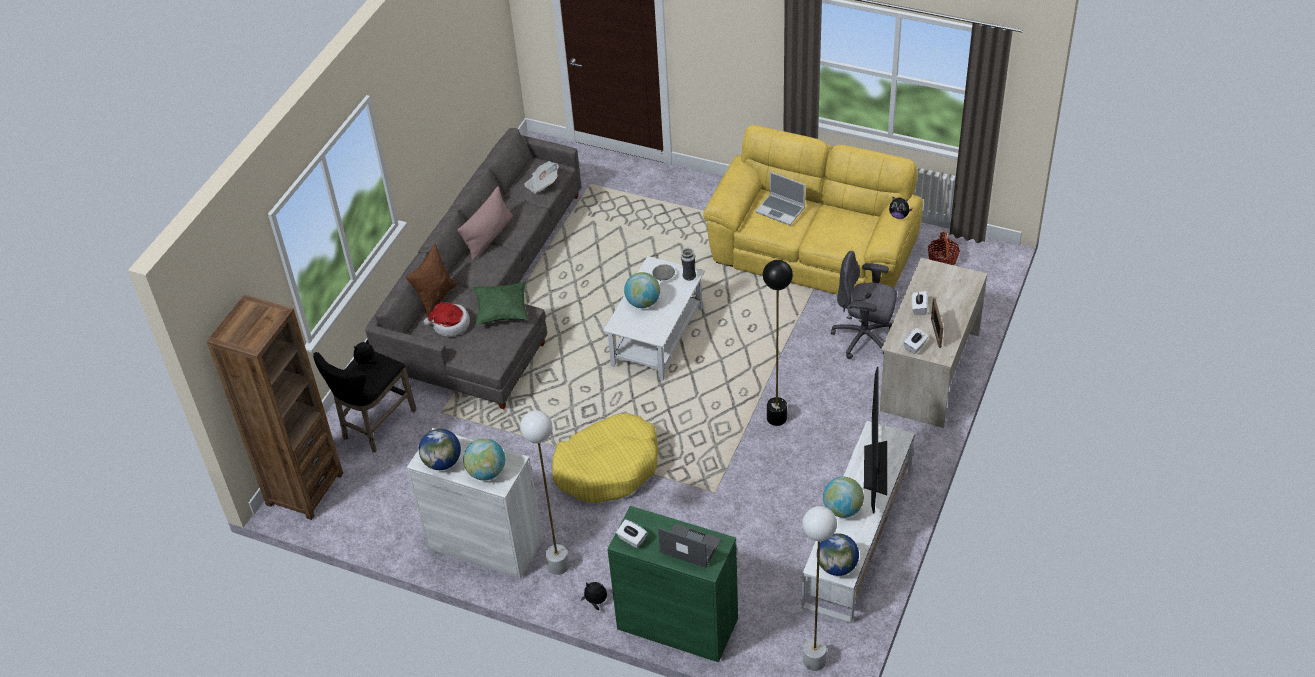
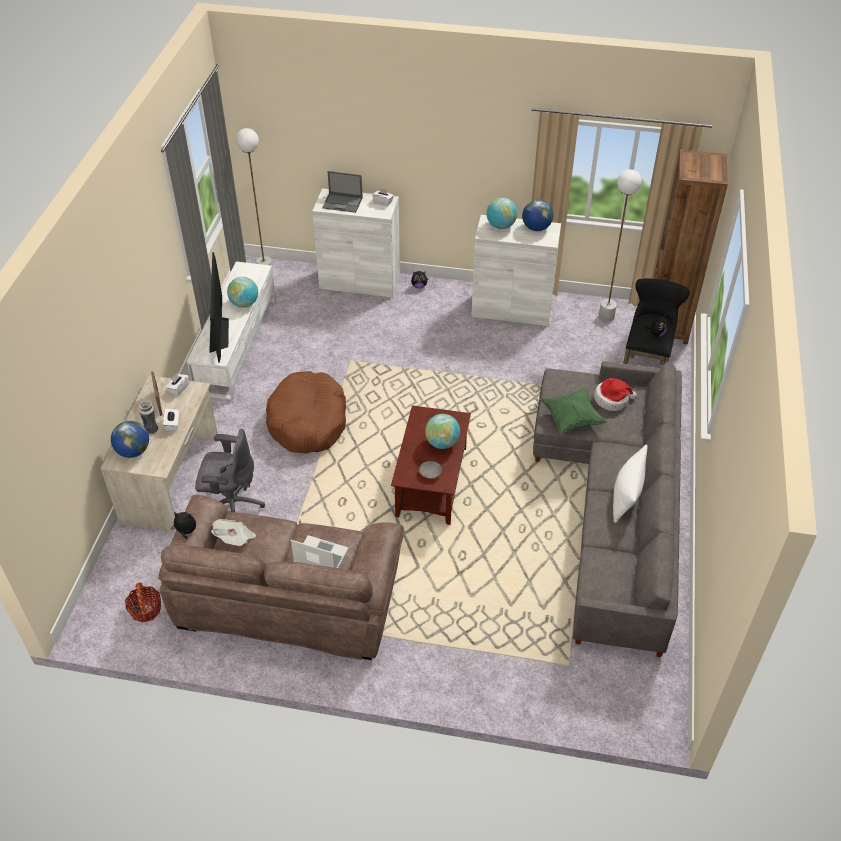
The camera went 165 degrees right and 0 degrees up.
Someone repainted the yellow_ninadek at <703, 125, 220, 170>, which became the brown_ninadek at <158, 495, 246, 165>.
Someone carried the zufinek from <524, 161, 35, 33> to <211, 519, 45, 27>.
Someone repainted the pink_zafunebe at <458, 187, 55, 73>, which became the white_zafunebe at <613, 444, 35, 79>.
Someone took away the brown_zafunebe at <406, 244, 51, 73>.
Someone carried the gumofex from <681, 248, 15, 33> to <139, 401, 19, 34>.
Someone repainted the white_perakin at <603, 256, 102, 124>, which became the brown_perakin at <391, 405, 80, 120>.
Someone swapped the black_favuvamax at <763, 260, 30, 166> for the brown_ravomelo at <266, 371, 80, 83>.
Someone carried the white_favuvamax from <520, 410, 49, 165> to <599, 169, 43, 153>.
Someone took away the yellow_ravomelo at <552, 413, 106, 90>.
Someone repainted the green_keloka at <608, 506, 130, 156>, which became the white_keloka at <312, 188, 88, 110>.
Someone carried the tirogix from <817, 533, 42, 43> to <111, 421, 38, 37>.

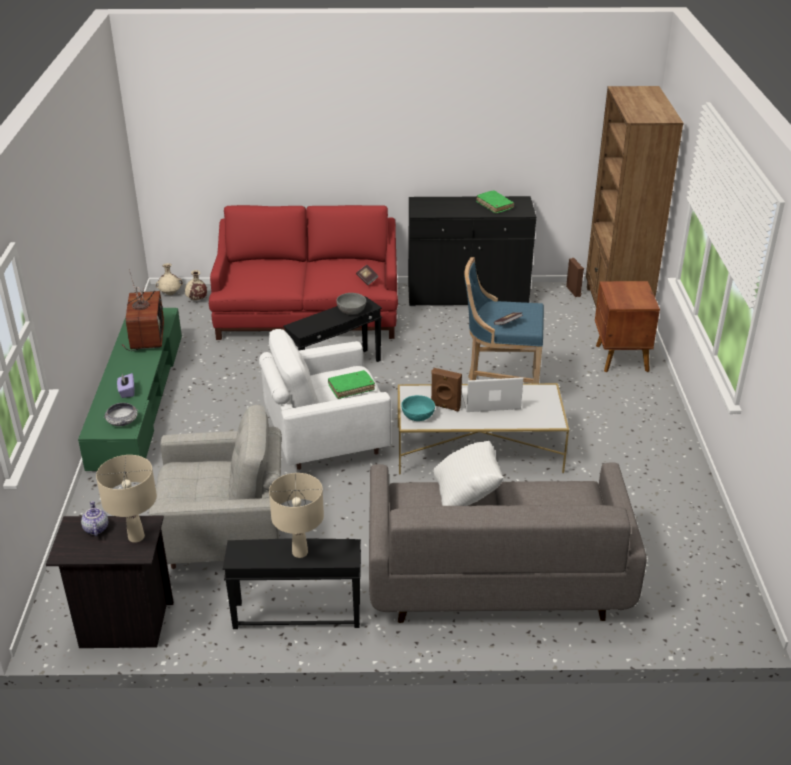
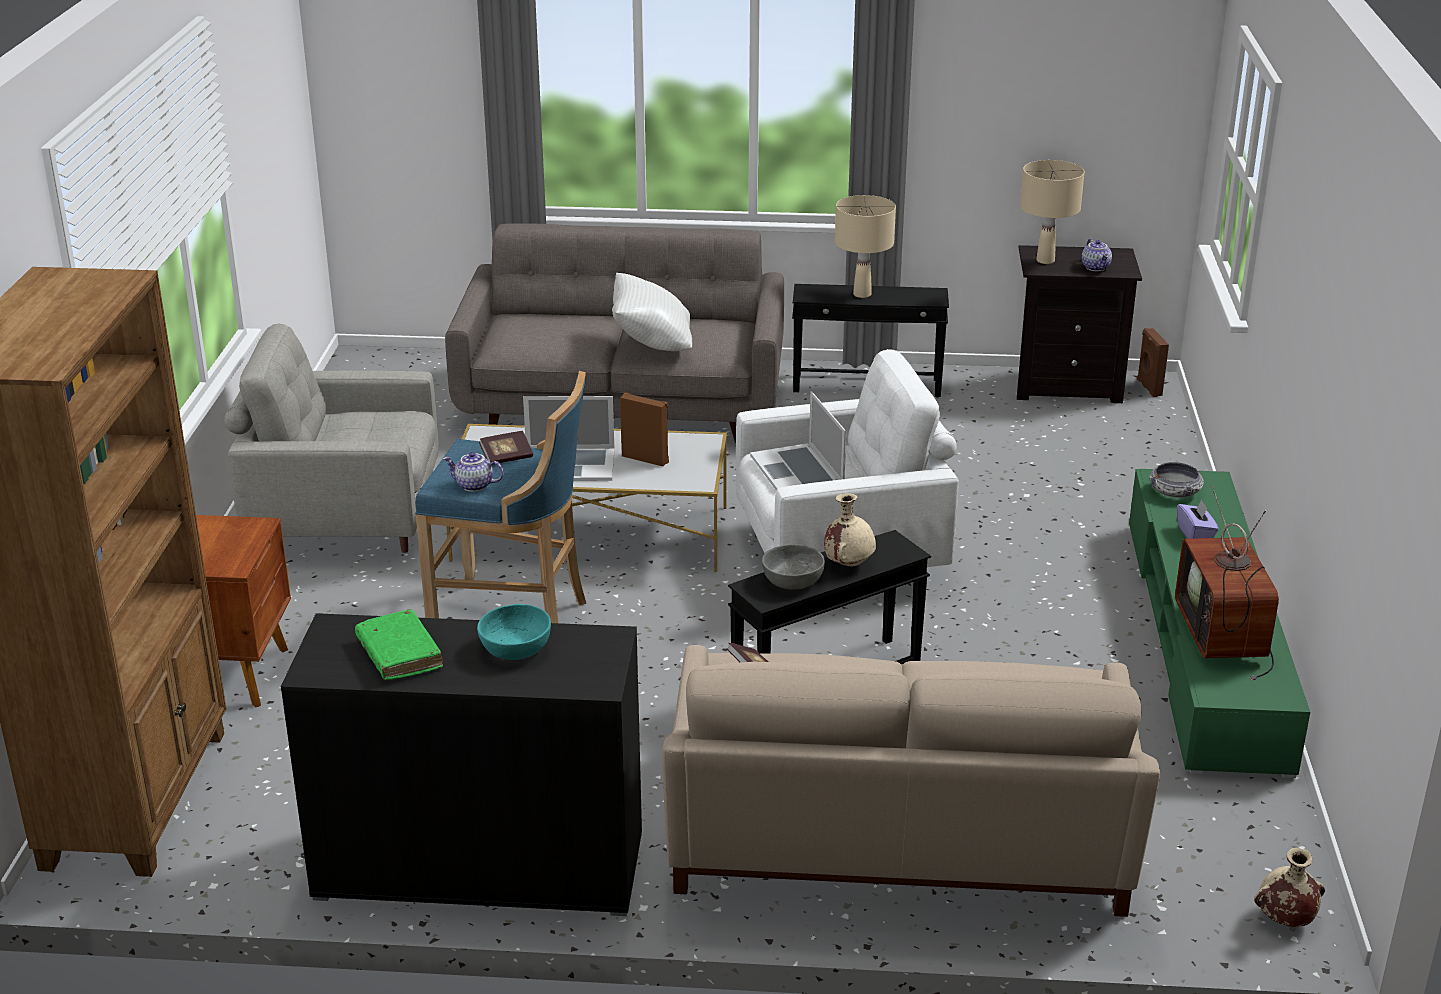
The camera went 175 degrees left and 5 degrees down.
Someone repainted the red_ninadek at <209, 205, 189, 135>, which became the beige_ninadek at <662, 645, 498, 272>.
Someone carried the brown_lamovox from <566, 258, 18, 39> to <1137, 328, 32, 69>.
Someone carried the beige_gumofex from <185, 270, 22, 30> to <824, 493, 52, 74>.
Someone swapped the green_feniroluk at <328, 370, 47, 29> for the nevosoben at <750, 391, 96, 99>.
Someone carried the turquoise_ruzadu from <401, 395, 34, 26> to <477, 604, 74, 56>.
Someone carried the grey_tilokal from <149, 405, 133, 164> to <224, 324, 215, 229>.
Someone put down the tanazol at <443, 452, 61, 40>.

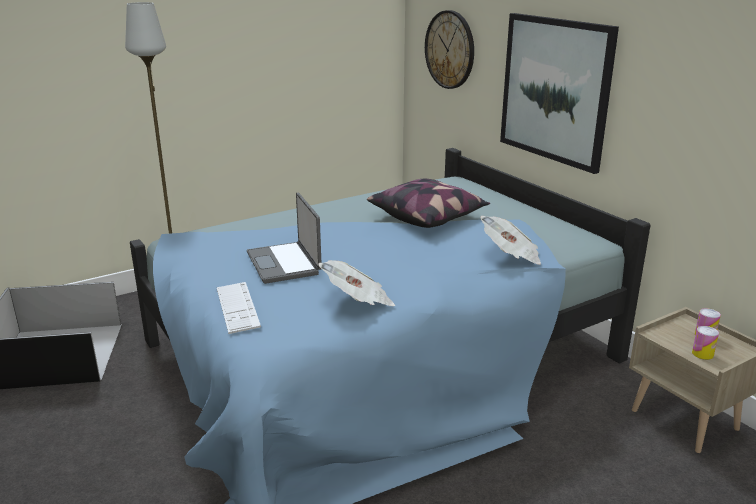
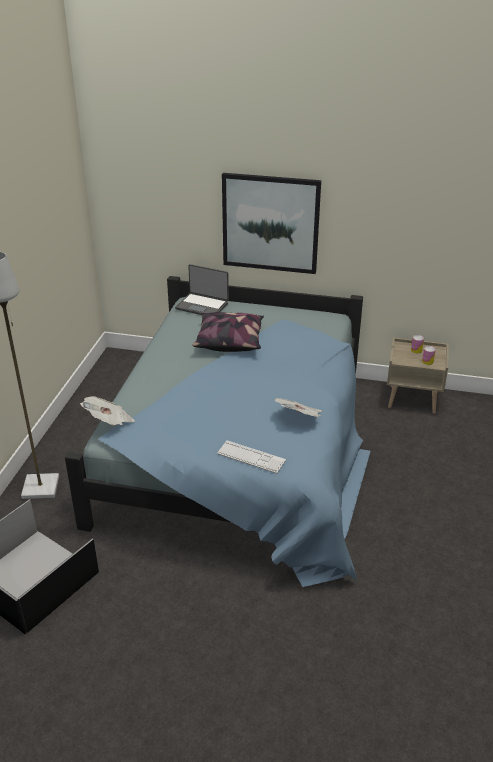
The camera went 45 degrees left and 10 degrees up.
Someone took away the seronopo at <425, 10, 49, 79>.
Someone carried the nevosoben from <247, 193, 74, 91> to <175, 264, 54, 51>.
Someone carried the zufinek from <480, 216, 61, 49> to <80, 396, 55, 29>.

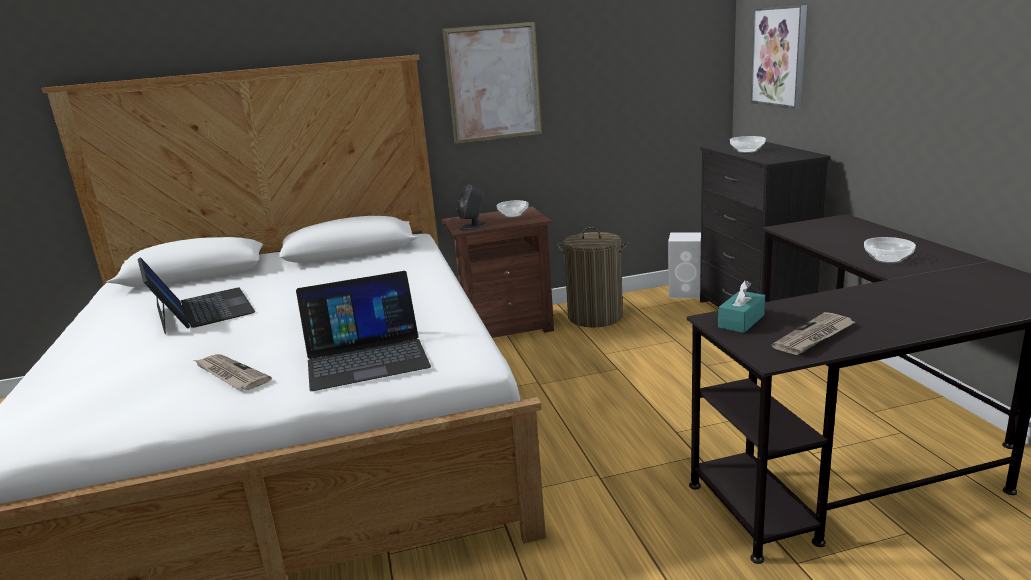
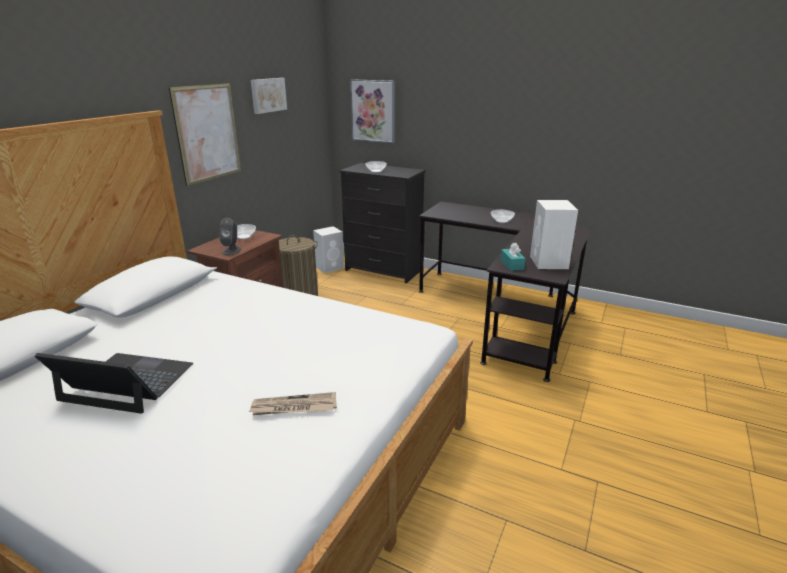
The camera went 50 degrees left and 5 degrees up.
Someone took away the nevosoben at <296, 271, 135, 120>.
Someone swapped the zufinek at <772, 312, 83, 43> for the white_lamovox at <530, 200, 48, 69>.
Someone put up the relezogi at <251, 78, 36, 36>.

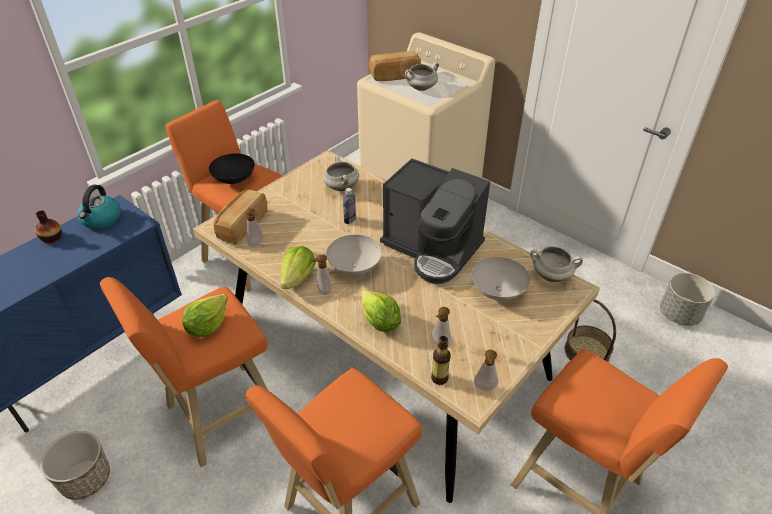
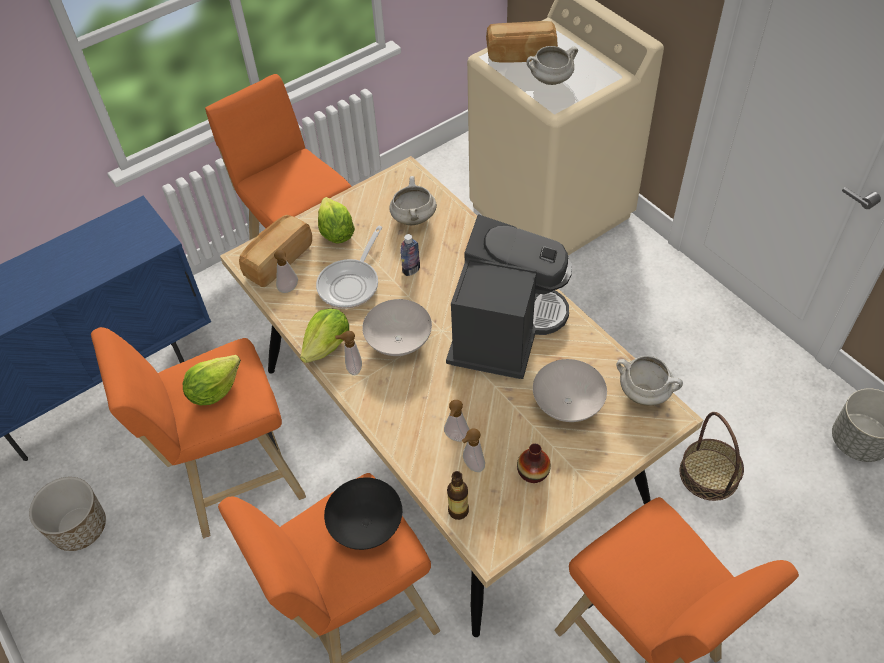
The camera went 15 degrees right and 10 degrees up.
Someone carried the black_ruzadu from <209, 154, 46, 30> to <324, 477, 78, 73>.
Someone rotated the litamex at <380, 158, 110, 126> by 120 degrees counterclockwise.
Someone took away the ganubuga at <77, 185, 44, 44>.
Someone carried the gumofex from <35, 210, 27, 33> to <517, 443, 34, 40>.
Someone carried the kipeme from <361, 289, 40, 43> to <318, 197, 37, 47>.
Someone carried the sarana from <474, 350, 25, 41> to <444, 400, 26, 42>.
Someone put down the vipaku at <316, 226, 67, 83>.

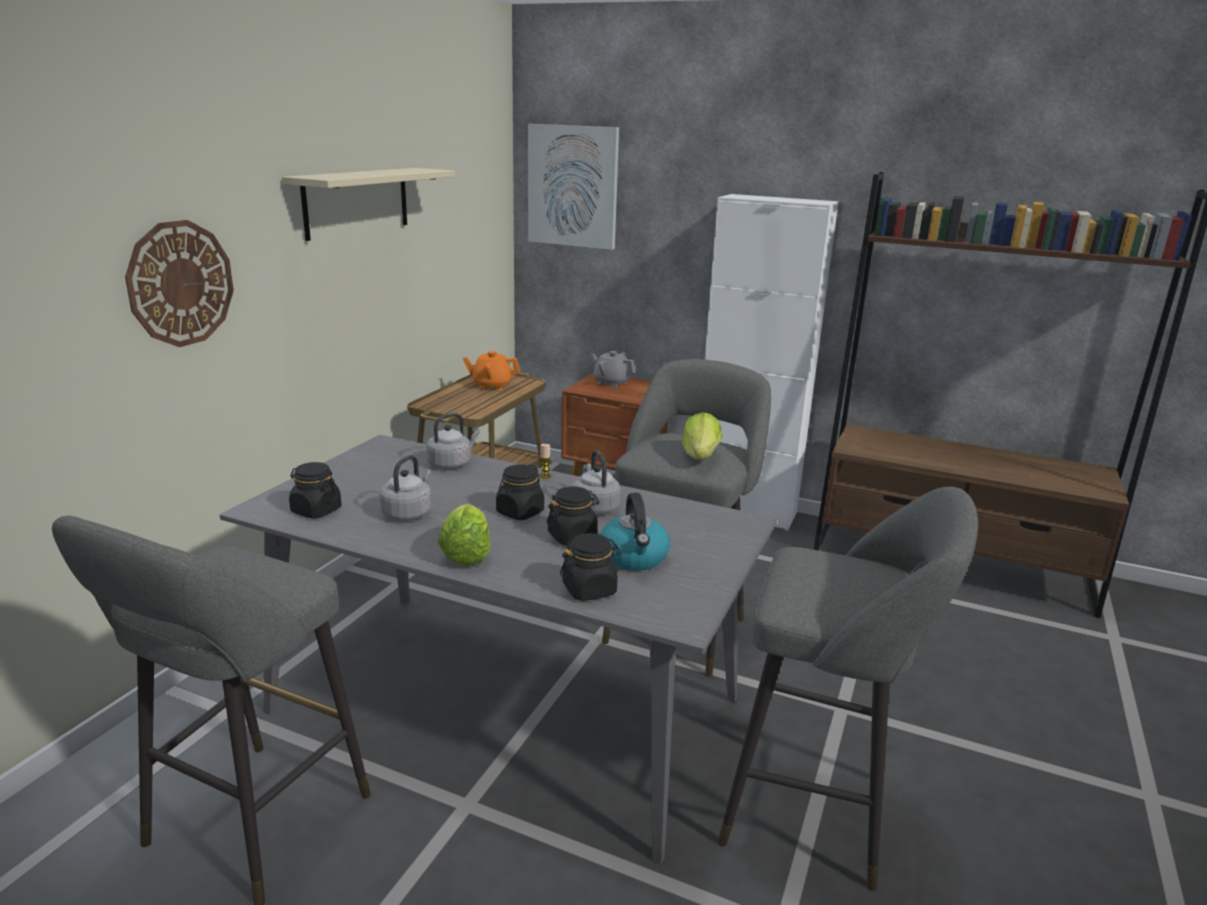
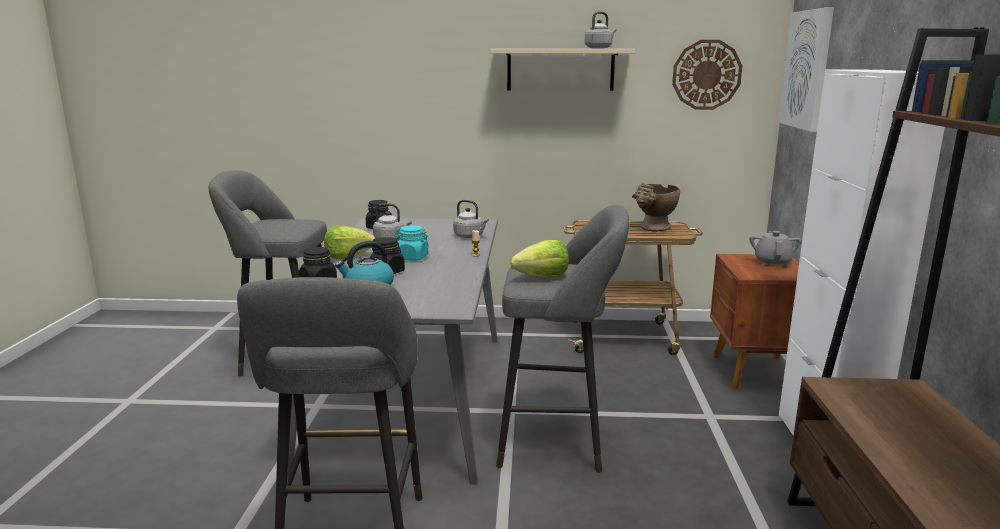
The camera went 70 degrees right and 5 degrees down.
Someone carried the seronopo from <125, 220, 109, 127> to <672, 40, 70, 70>.
Someone swapped the orange_tanazol at <463, 351, 57, 39> for the beige_gumofex at <632, 183, 48, 49>.
Someone carried the grey_ganubuga from <572, 450, 49, 65> to <585, 11, 32, 37>.
Someone repainted the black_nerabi at <496, 464, 48, 56>, which became the turquoise_nerabi at <394, 225, 35, 36>.

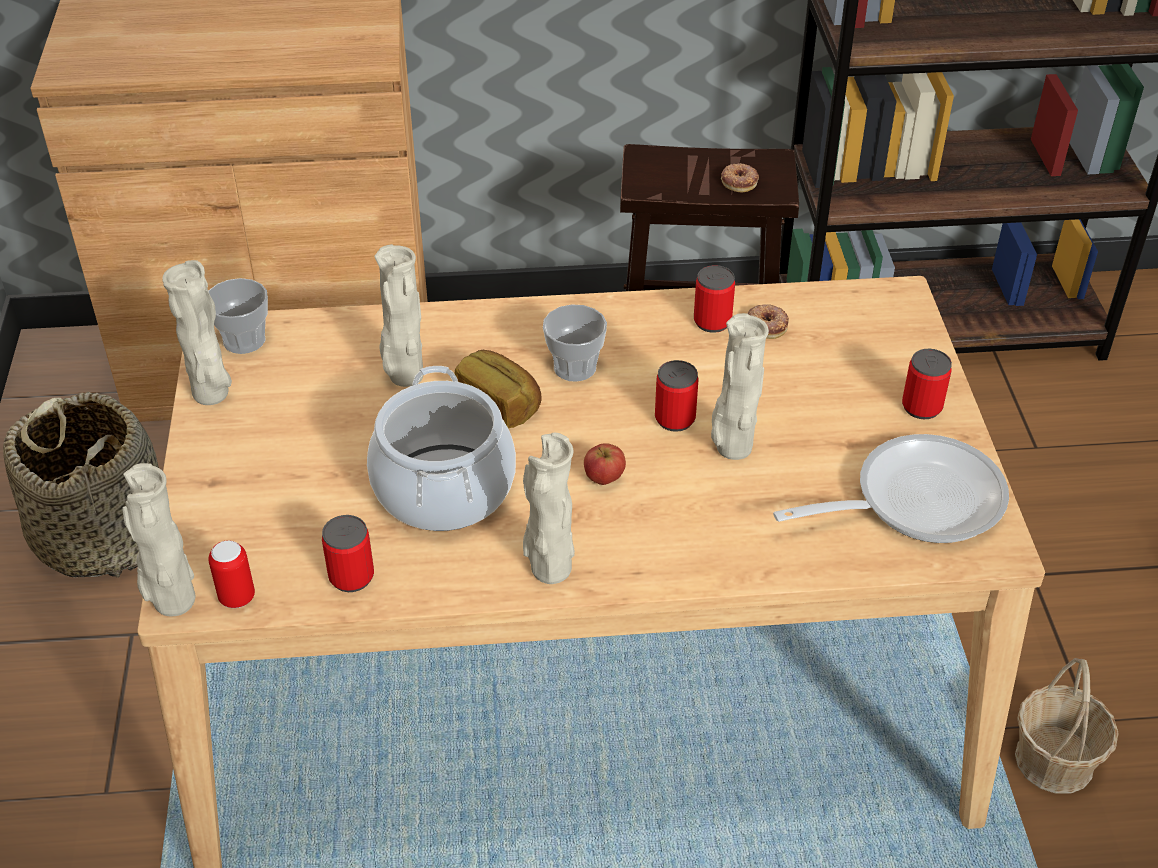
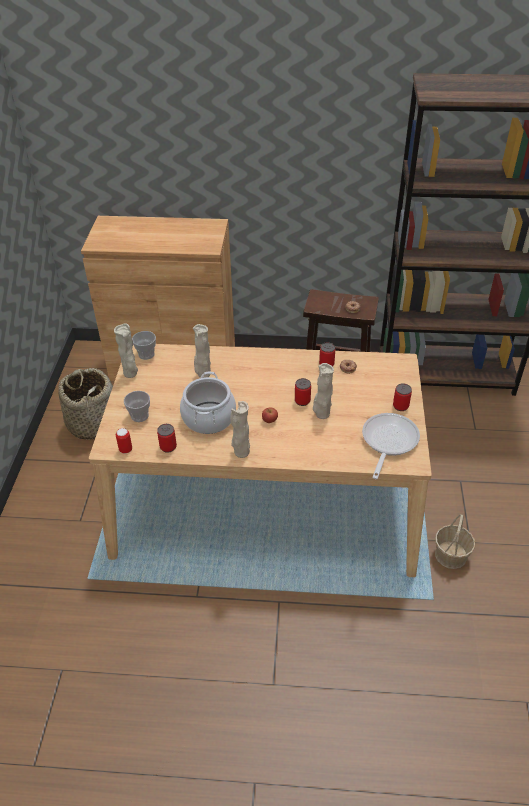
The camera went 10 degrees right and 0 degrees up.
Someone carried the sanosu from <543, 304, 64, 77> to <124, 391, 26, 31>.
Someone took away the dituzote at <455, 350, 87, 78>.
Someone rotated the vipaku at <773, 434, 236, 109> by 60 degrees counterclockwise.
Someone took away the beige_gumofex at <122, 463, 74, 153>.

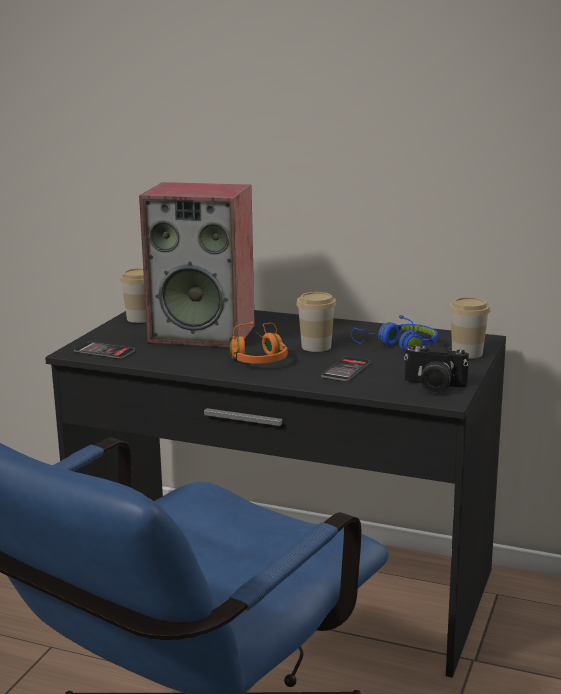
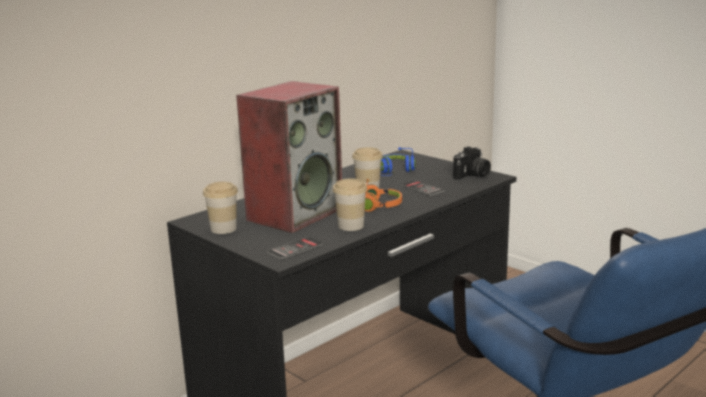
The camera went 65 degrees left and 0 degrees up.
Someone carried the sanosu from <449, 297, 41, 62> to <333, 179, 34, 52>.

